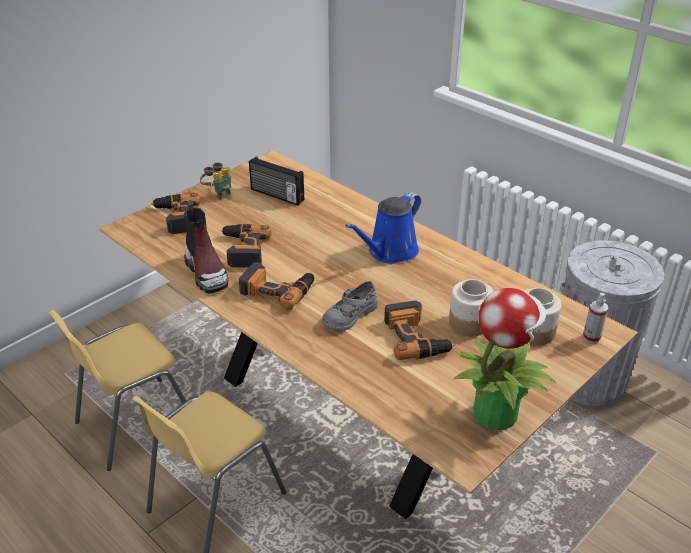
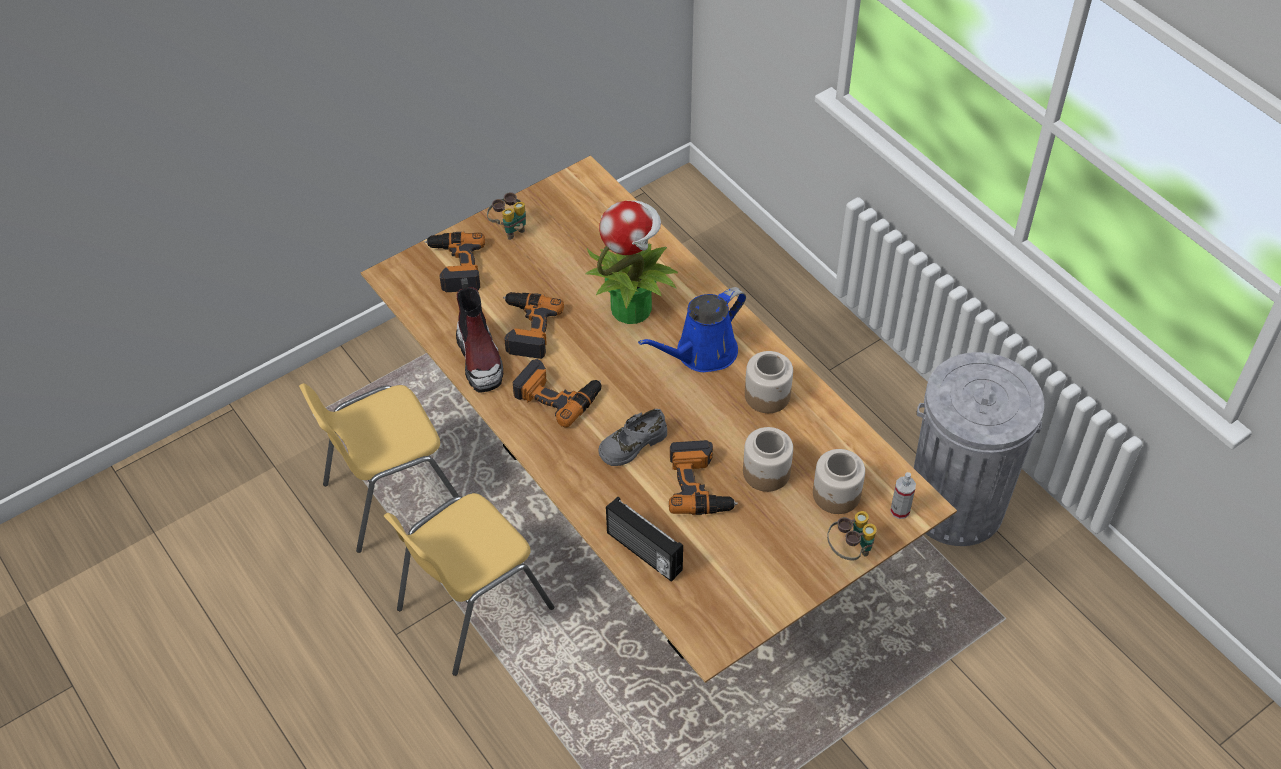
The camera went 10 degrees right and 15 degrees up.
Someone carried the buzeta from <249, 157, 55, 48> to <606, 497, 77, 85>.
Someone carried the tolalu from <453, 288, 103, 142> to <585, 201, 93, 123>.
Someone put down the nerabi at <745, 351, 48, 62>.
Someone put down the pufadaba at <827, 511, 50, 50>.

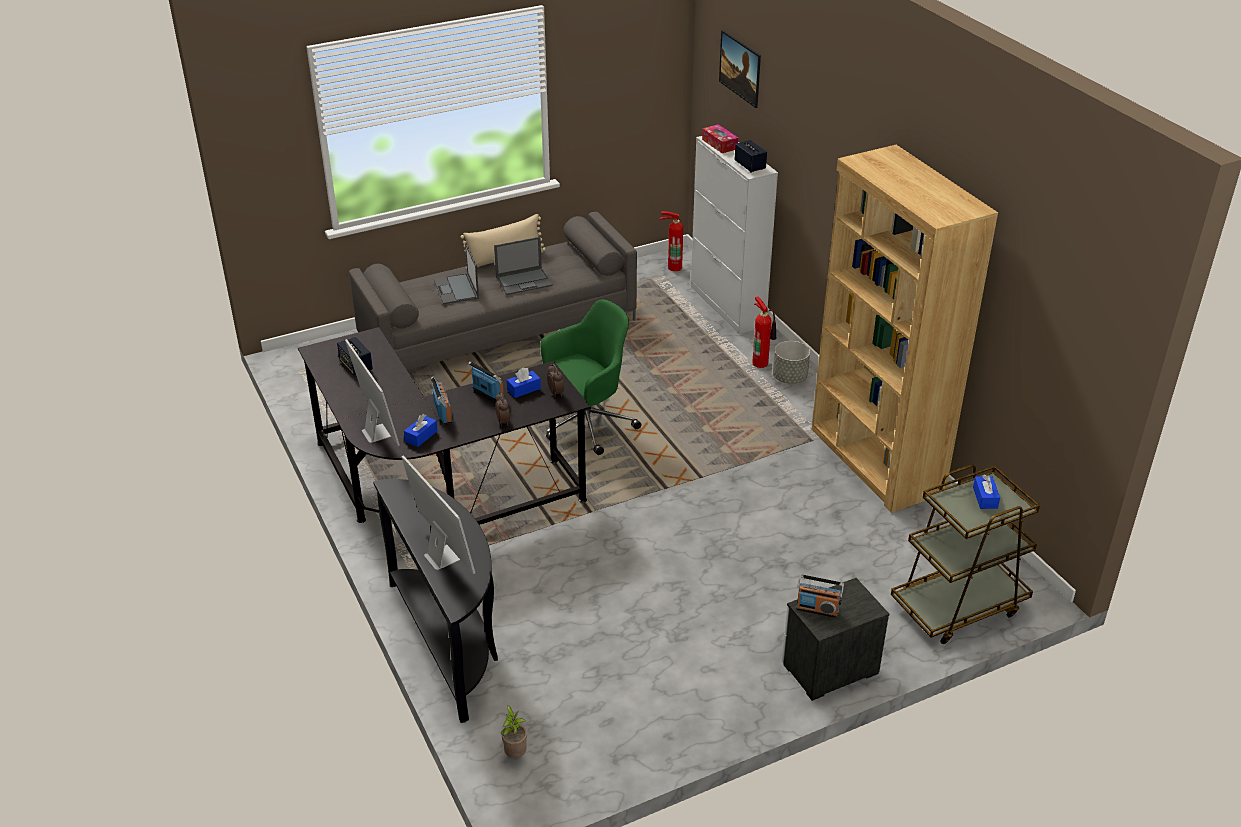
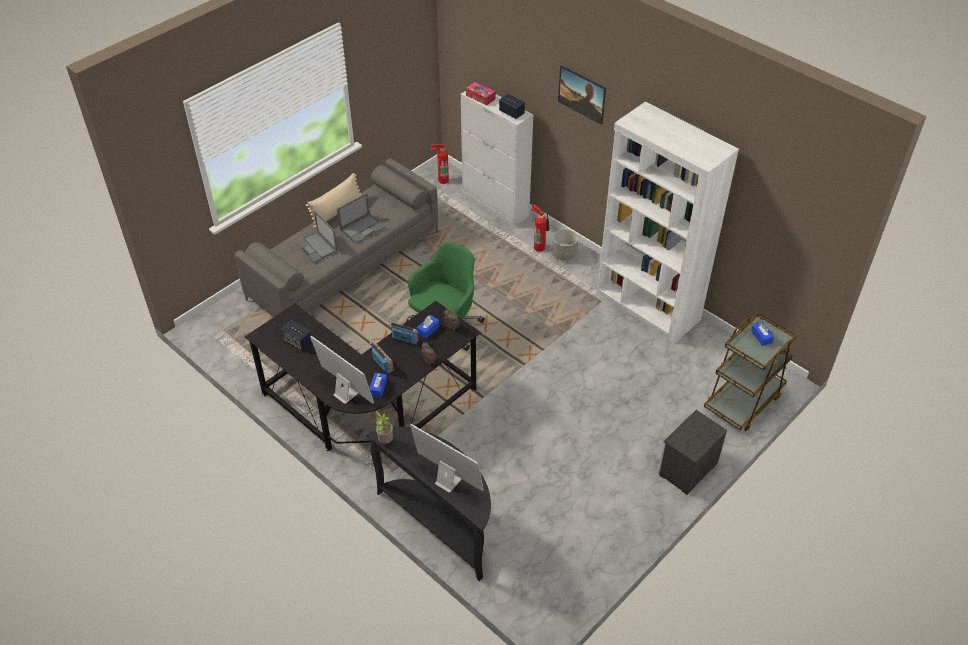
The camera went 20 degrees left and 10 degrees up.
Someone carried the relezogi from <719, 30, 42, 78> to <558, 65, 48, 60>.
Someone repainted the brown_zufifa at <812, 145, 186, 368>, which became the white_zufifa at <597, 102, 142, 242>.
Someone took away the buzeta at <796, 574, 48, 44>.
Someone carried the tolalu from <501, 705, 26, 53> to <376, 411, 17, 33>.

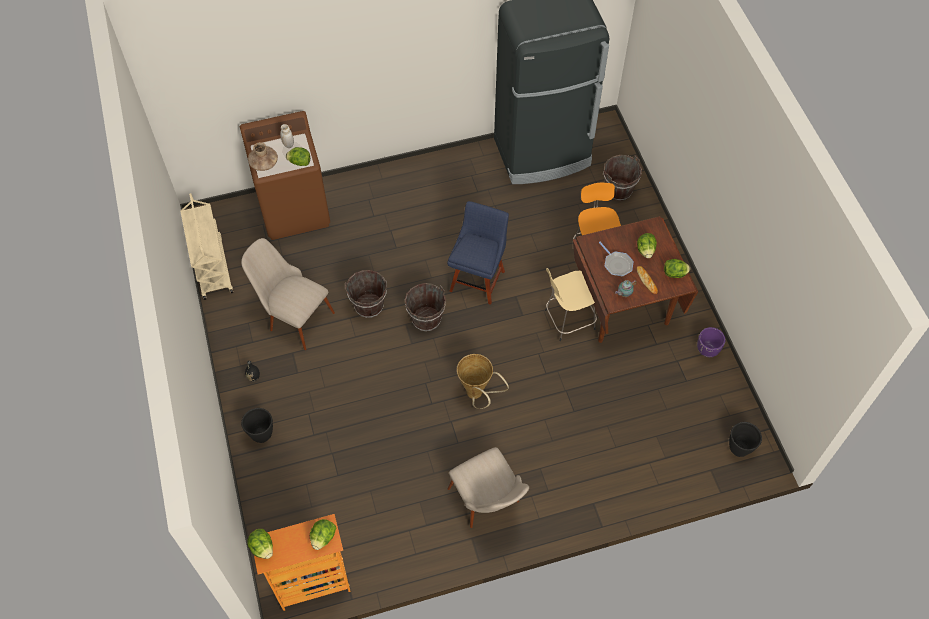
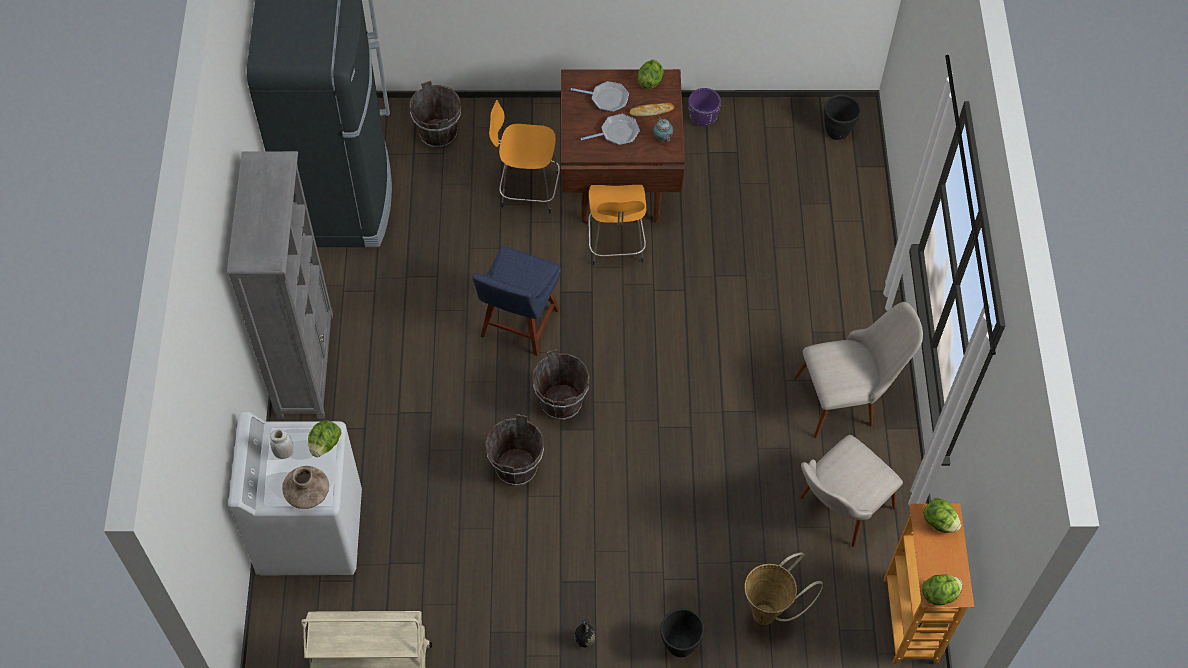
The camera went 75 degrees left and 0 degrees up.
Someone repainted the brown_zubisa at <240, 111, 90, 129>, which became the white_zubisa at <228, 411, 134, 164>.
Someone rotated the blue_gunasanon at <447, 201, 62, 104> by 105 degrees counterclockwise.
Someone swapped the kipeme at <637, 233, 20, 25> for the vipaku at <571, 81, 58, 31>.
Someone carried the beige_gunasanon from <241, 238, 94, 112> to <800, 435, 103, 112>.
Someone repainted the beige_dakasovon at <545, 268, 52, 73>, which became the orange_dakasovon at <588, 185, 58, 81>.
Someone carried the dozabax from <457, 354, 52, 55> to <744, 553, 79, 72>.
Someone put down the grey_zufifa at <227, 151, 106, 268>.

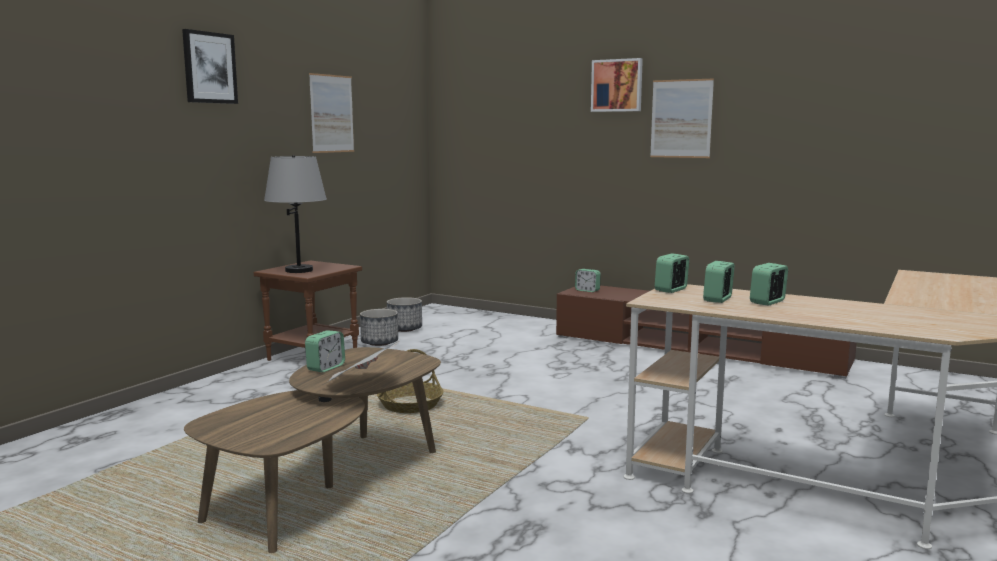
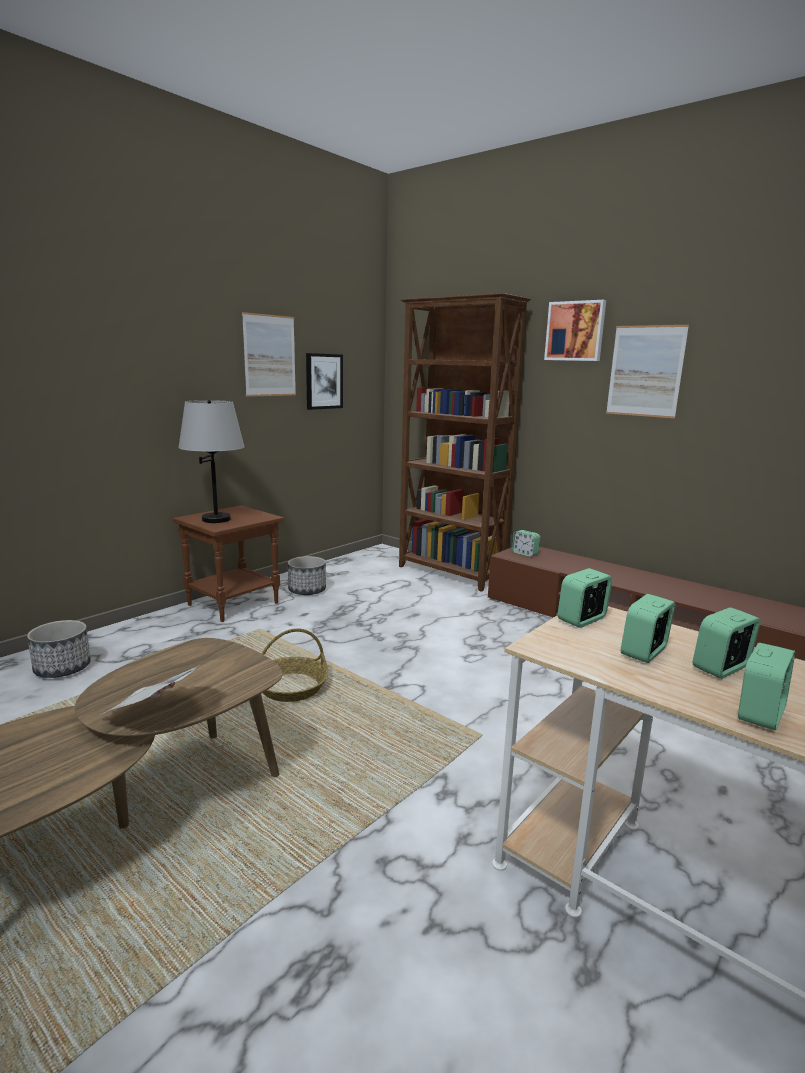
The camera went 10 degrees right and 5 degrees up.
Someone carried the relezogi from <182, 29, 56, 75> to <306, 353, 37, 57>.
Someone carried the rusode from <387, 297, 35, 35> to <27, 620, 64, 58>.
Someone carried the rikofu from <305, 330, 40, 43> to <738, 643, 57, 87>.
Someone put down the brown_zufifa at <399, 293, 132, 299>.

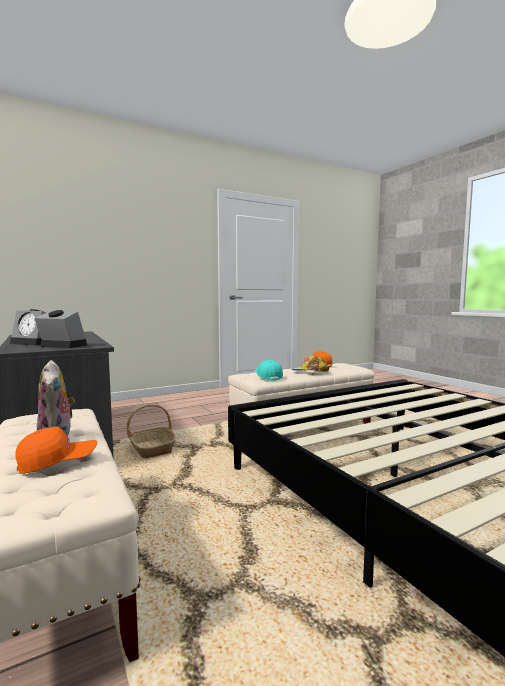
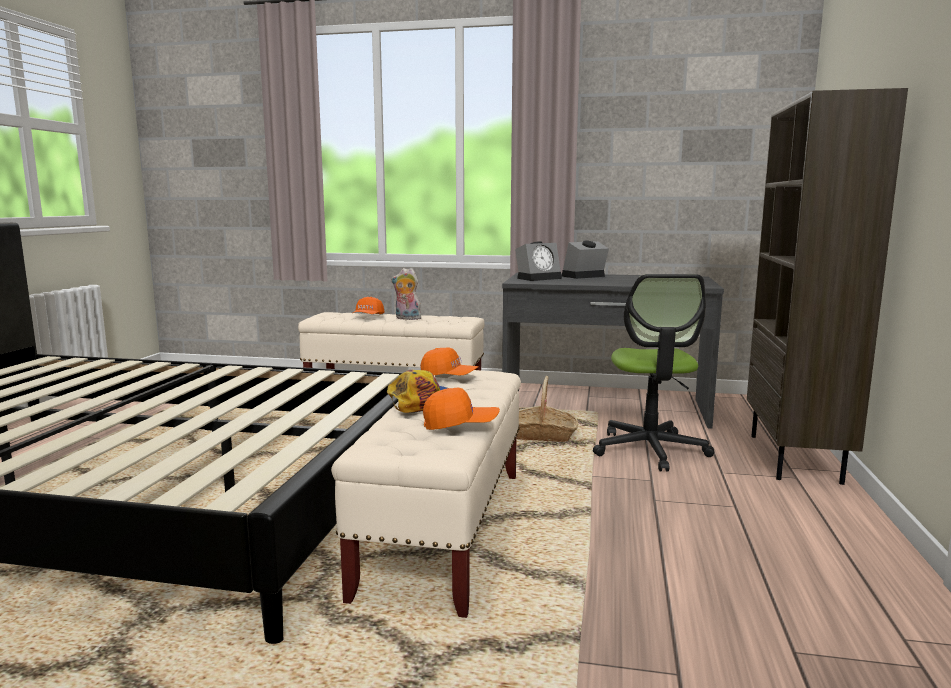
The camera went 130 degrees right and 5 degrees up.
Someone repainted the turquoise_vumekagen at <255, 360, 28, 21>, which became the orange_vumekagen at <421, 347, 58, 28>.
Someone put down the brown_zufifa at <747, 88, 161, 397>.
Someone put down the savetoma at <593, 274, 121, 197>.

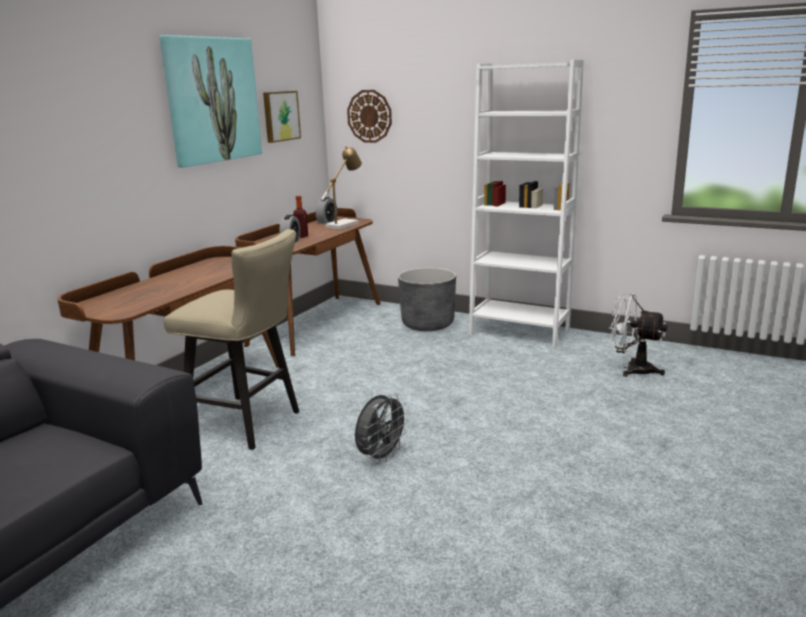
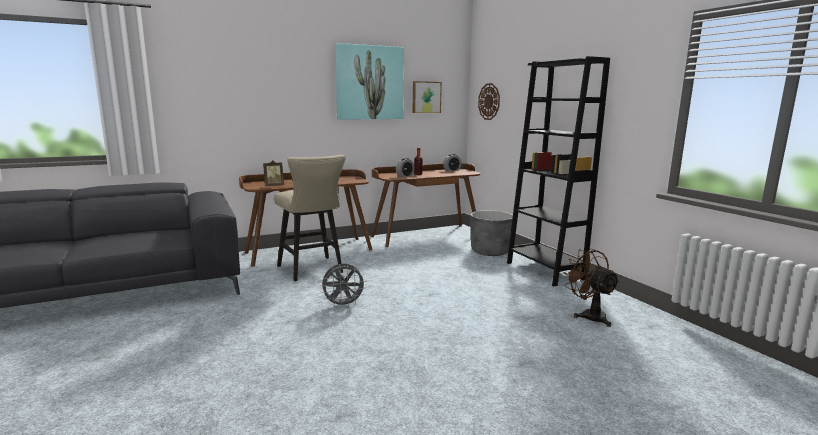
The camera went 35 degrees right and 5 degrees down.
Someone repainted the white_zufifa at <469, 60, 115, 288>, which became the black_zufifa at <507, 56, 103, 230>.
Someone took away the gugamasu at <321, 146, 41, 84>.
Someone repainted the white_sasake at <609, 293, 58, 84>, which became the brown_sasake at <563, 249, 57, 78>.
Someone put down the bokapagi at <263, 160, 21, 26>.

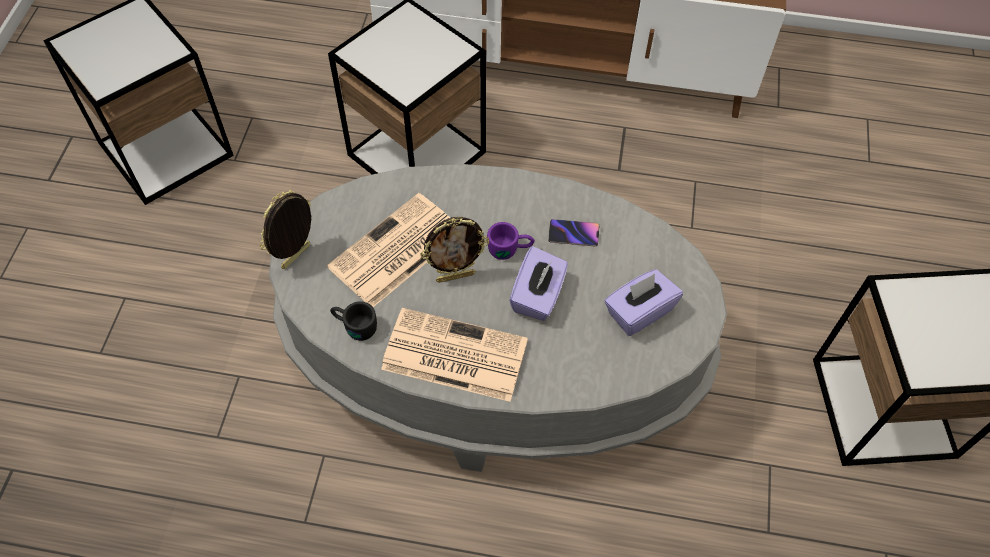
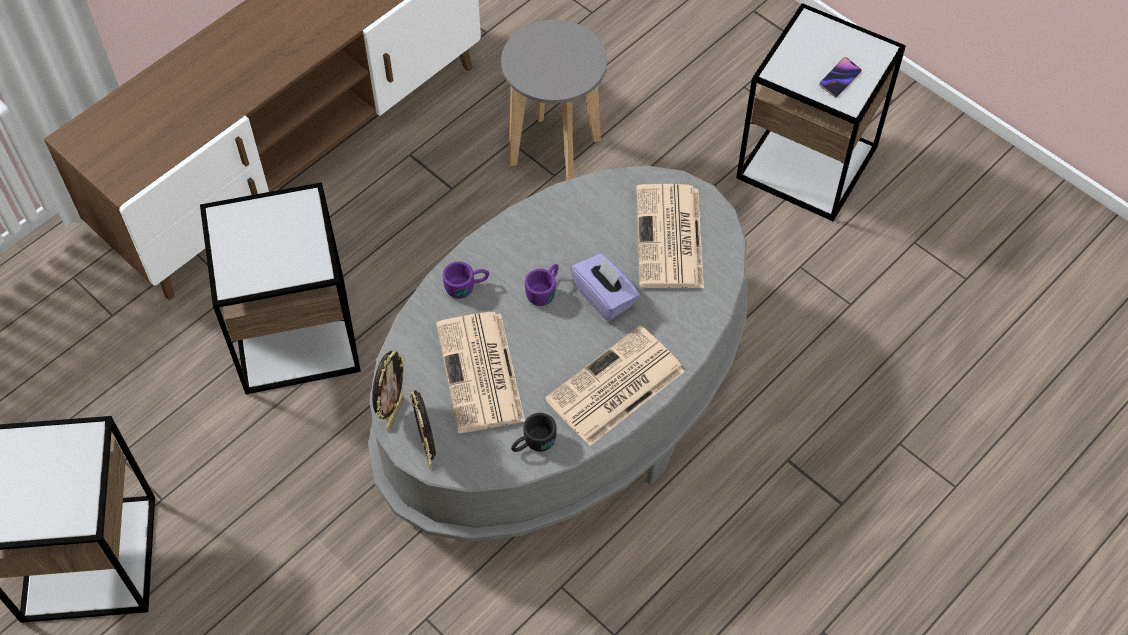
The camera went 55 degrees left and 0 degrees up.
Someone carried the bokapagi from <420, 217, 69, 66> to <372, 350, 33, 80>.
Someone carried the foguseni from <548, 219, 52, 28> to <819, 57, 43, 41>.
Someone swapped the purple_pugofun at <604, 269, 79, 67> for the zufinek at <636, 184, 68, 104>.
Someone put down the grey_dakasovon at <501, 20, 106, 160>.
Someone put down the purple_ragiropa at <443, 261, 46, 38>.

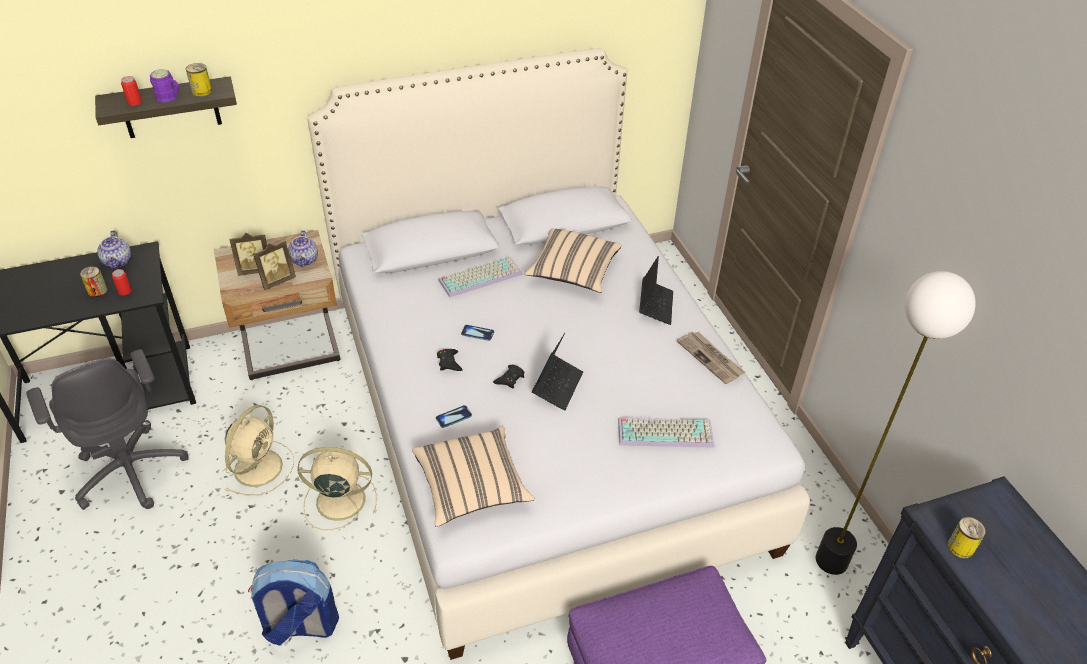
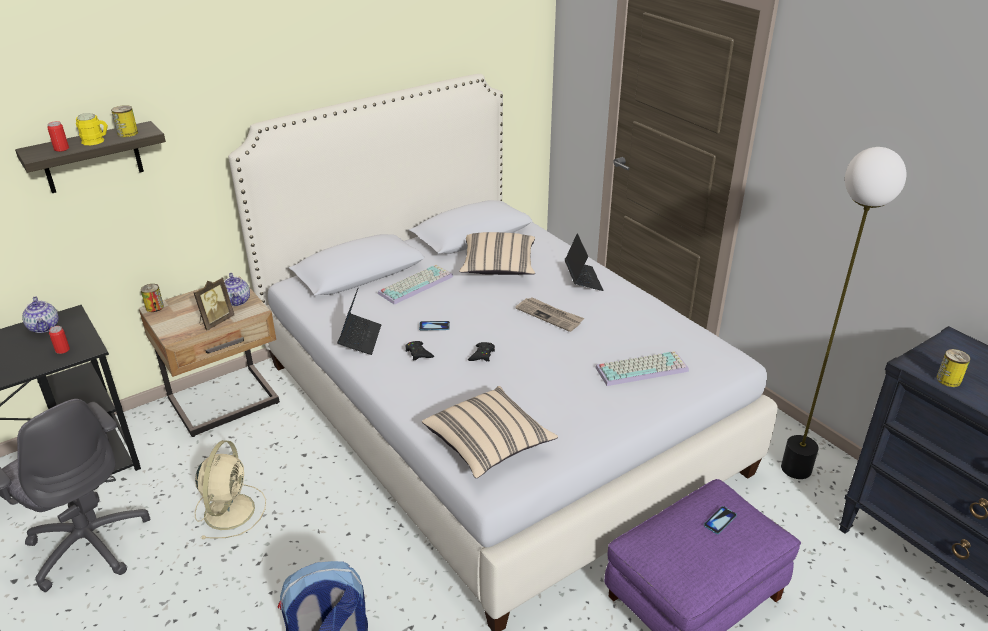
The camera went 15 degrees left and 10 degrees down.
Someone repainted the purple_ragiropa at <150, 69, 29, 33>, which became the yellow_ragiropa at <76, 113, 32, 32>.
Someone took away the bokapagi at <229, 233, 38, 43>.
Someone carried the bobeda from <80, 266, 27, 31> to <141, 284, 23, 28>.
Someone carried the zufinek from <677, 332, 68, 52> to <515, 297, 69, 35>.
Someone carried the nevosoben from <532, 333, 51, 78> to <337, 287, 44, 68>.
Someone carried the foguseni from <436, 405, 36, 23> to <704, 506, 33, 28>.
Someone took away the beige_sasake at <297, 447, 80, 83>.

